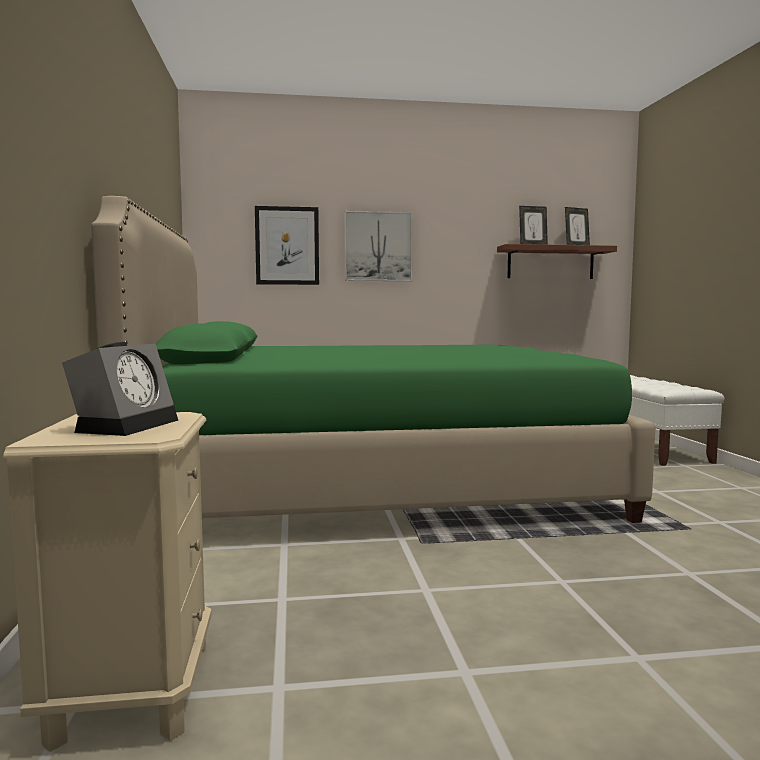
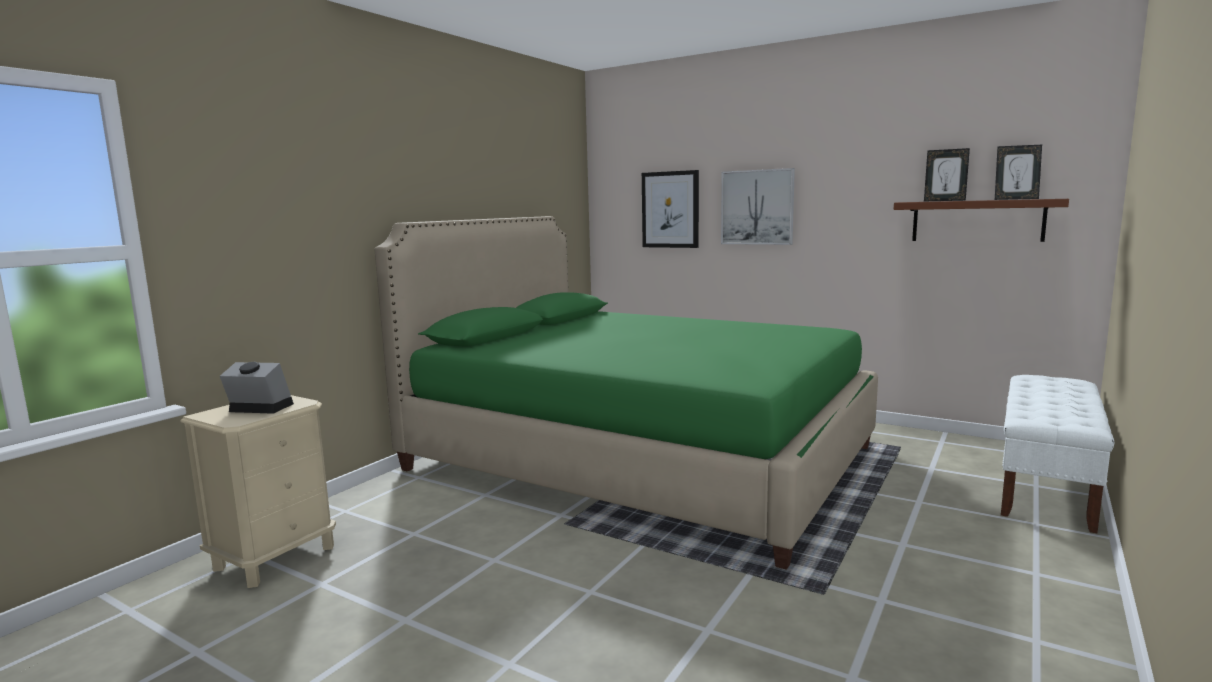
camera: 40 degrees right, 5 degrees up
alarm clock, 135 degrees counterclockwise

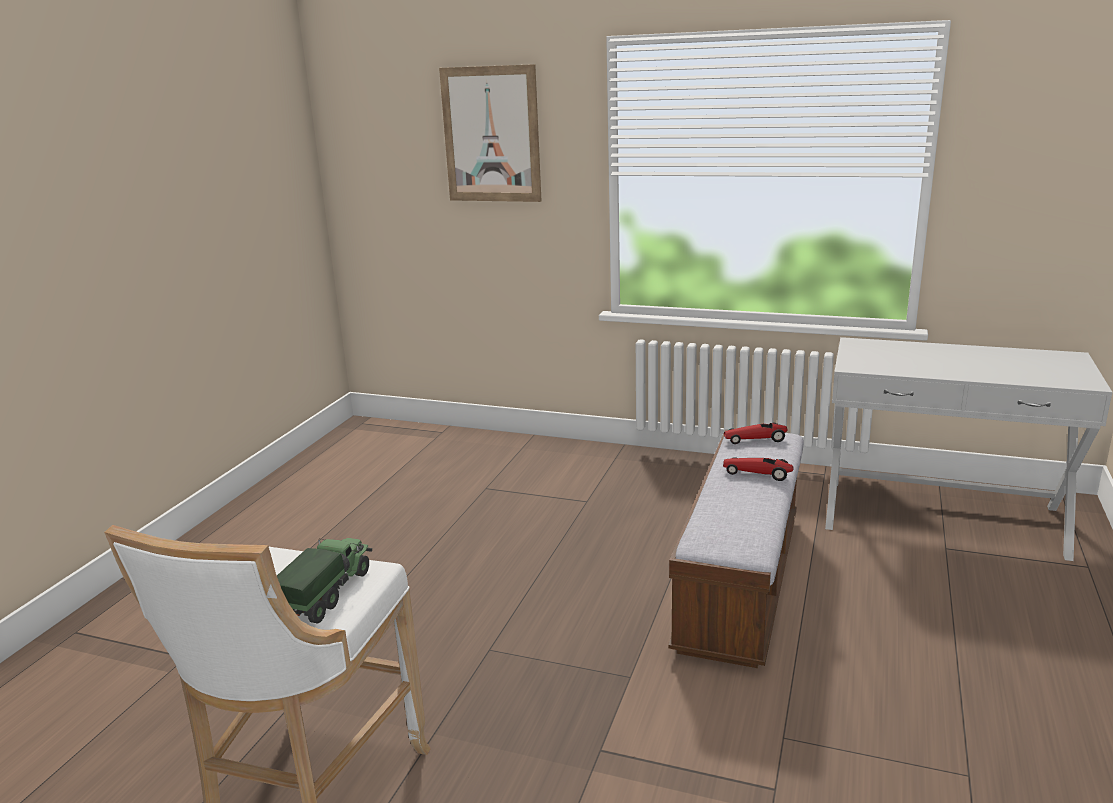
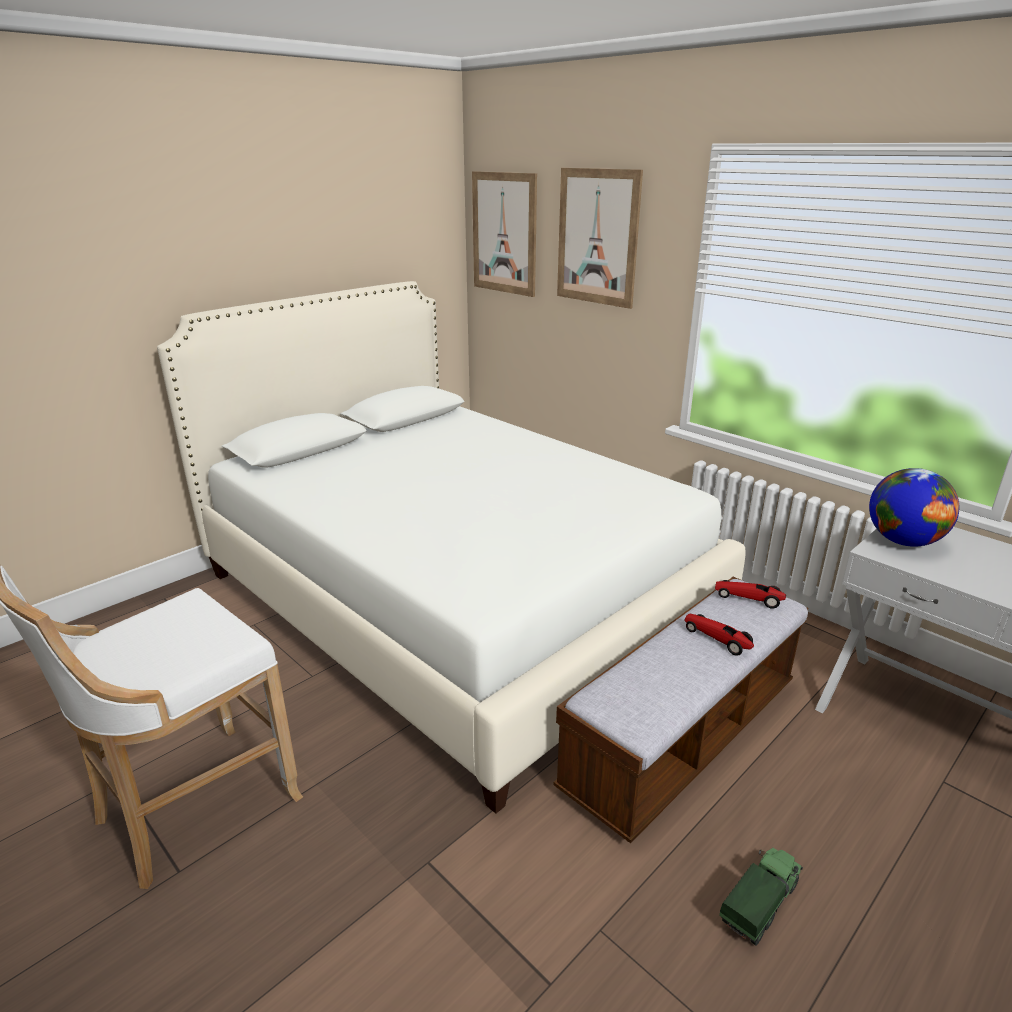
camera: 25 degrees right, 5 degrees up
toy lorry, relocated
nothing => whitish bed
nothing => wall art (no. 1 from left)
nothing => desk globe

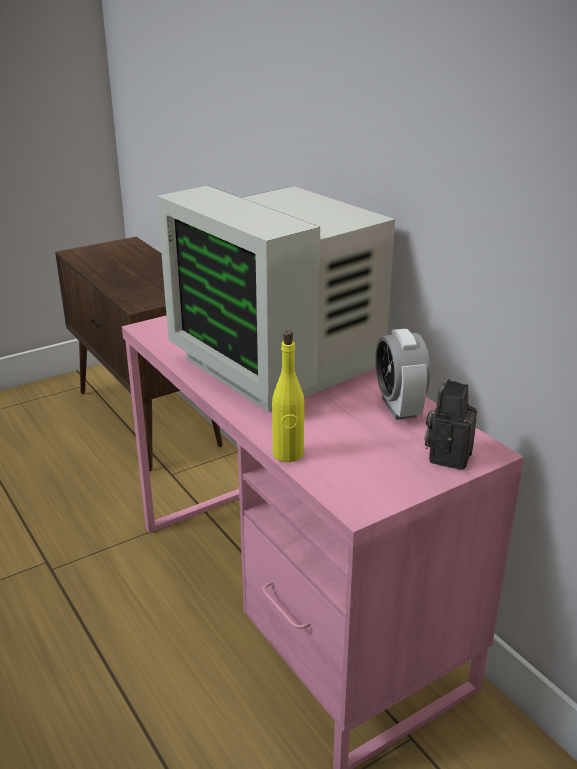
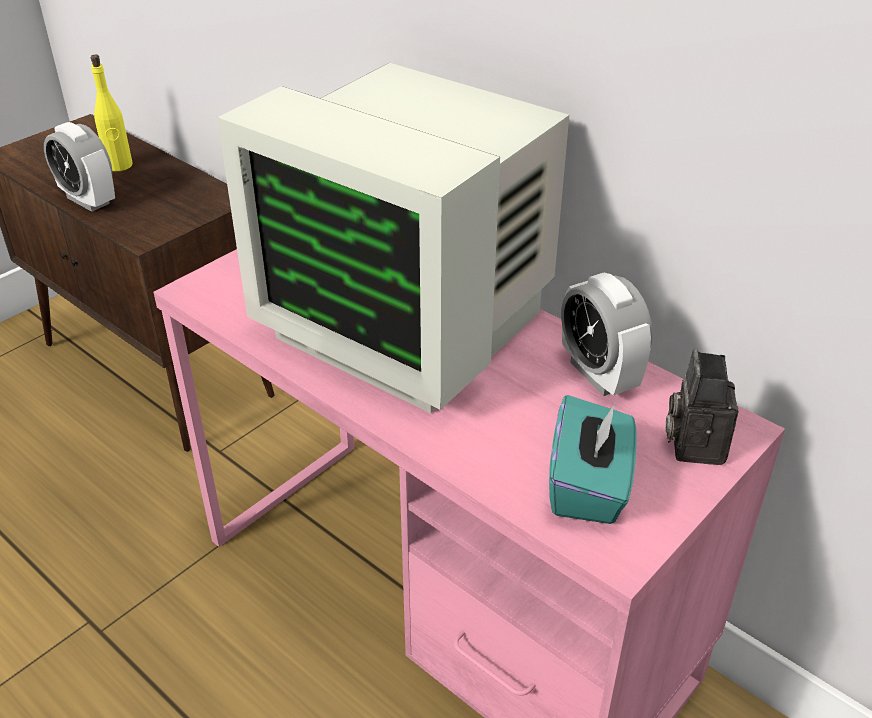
camera: 15 degrees left, 10 degrees up
yellowish bottle, relocated
nothing => alarm clock (no. 1 from left)
nothing => turquoise box of tissues

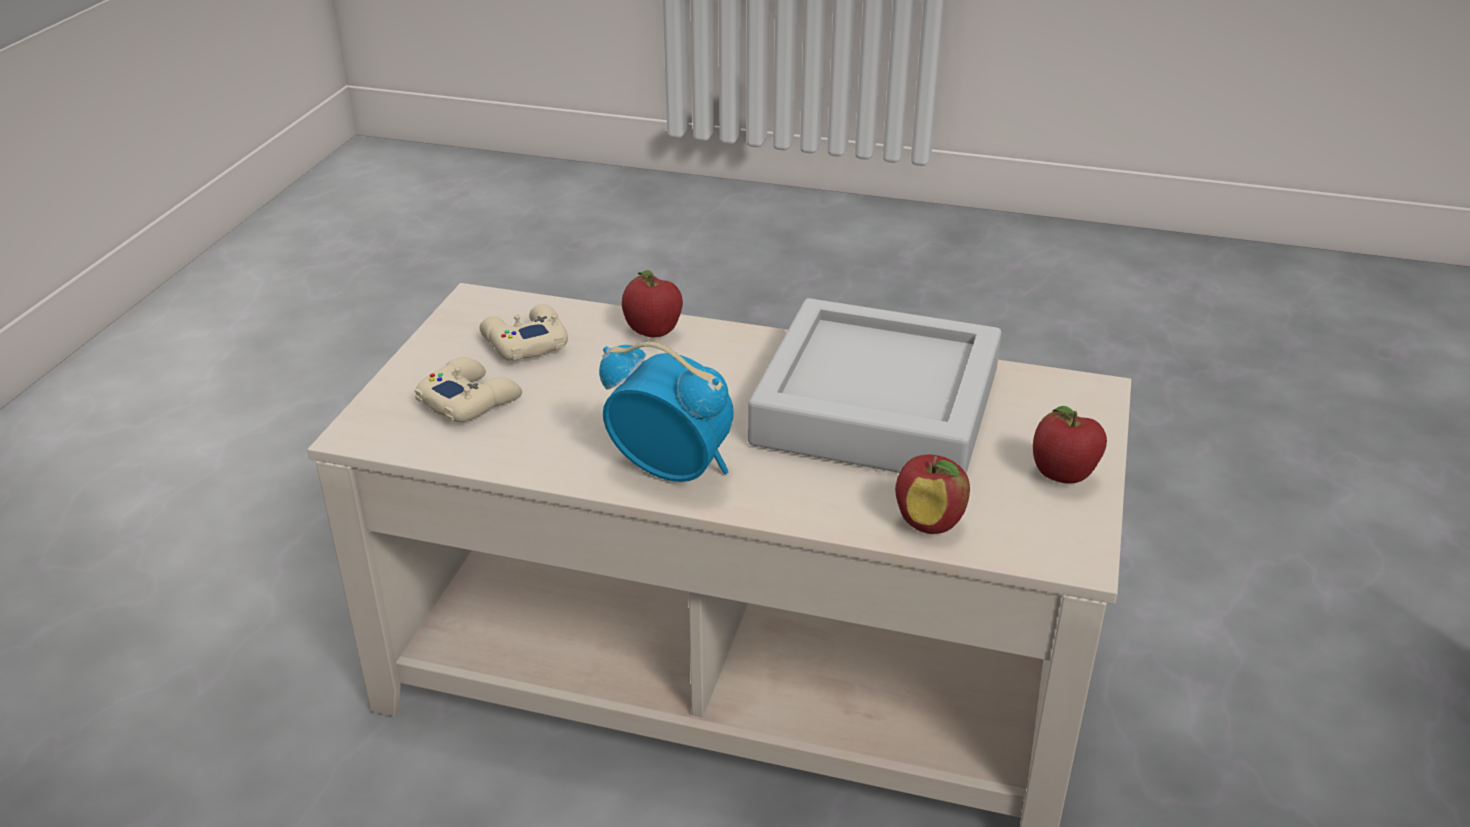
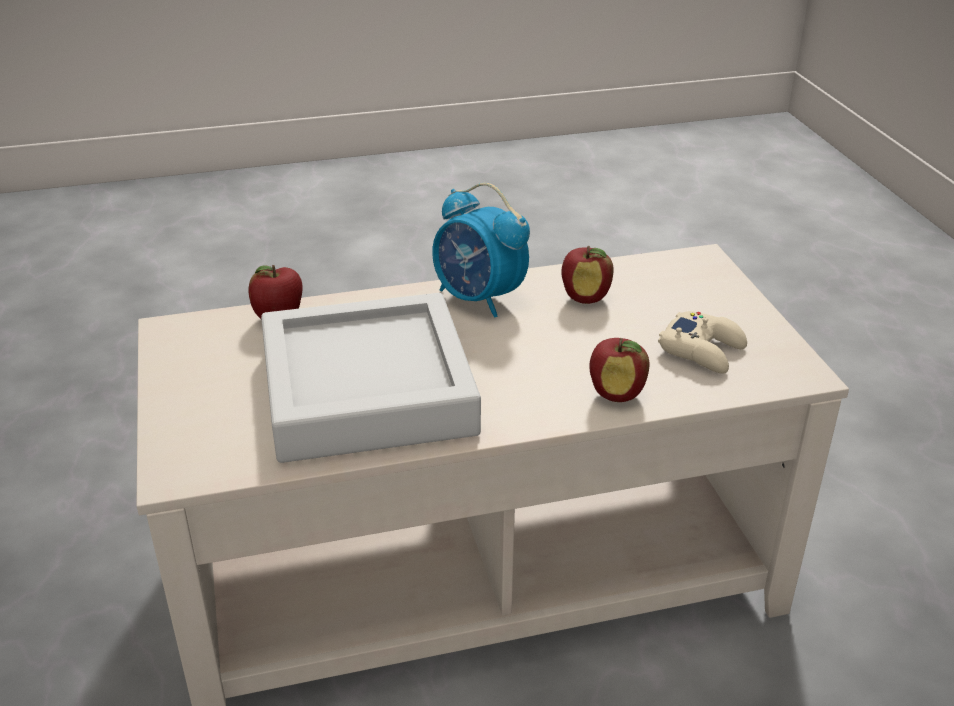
camera: 150 degrees right, 0 degrees up
sand-coloured gamepad (no. 1 from left) => nothing
alarm clock, 45 degrees clockwise
apple fruit (no. 3 from left in the first image) => apple fruit (no. 2 from left), relocated

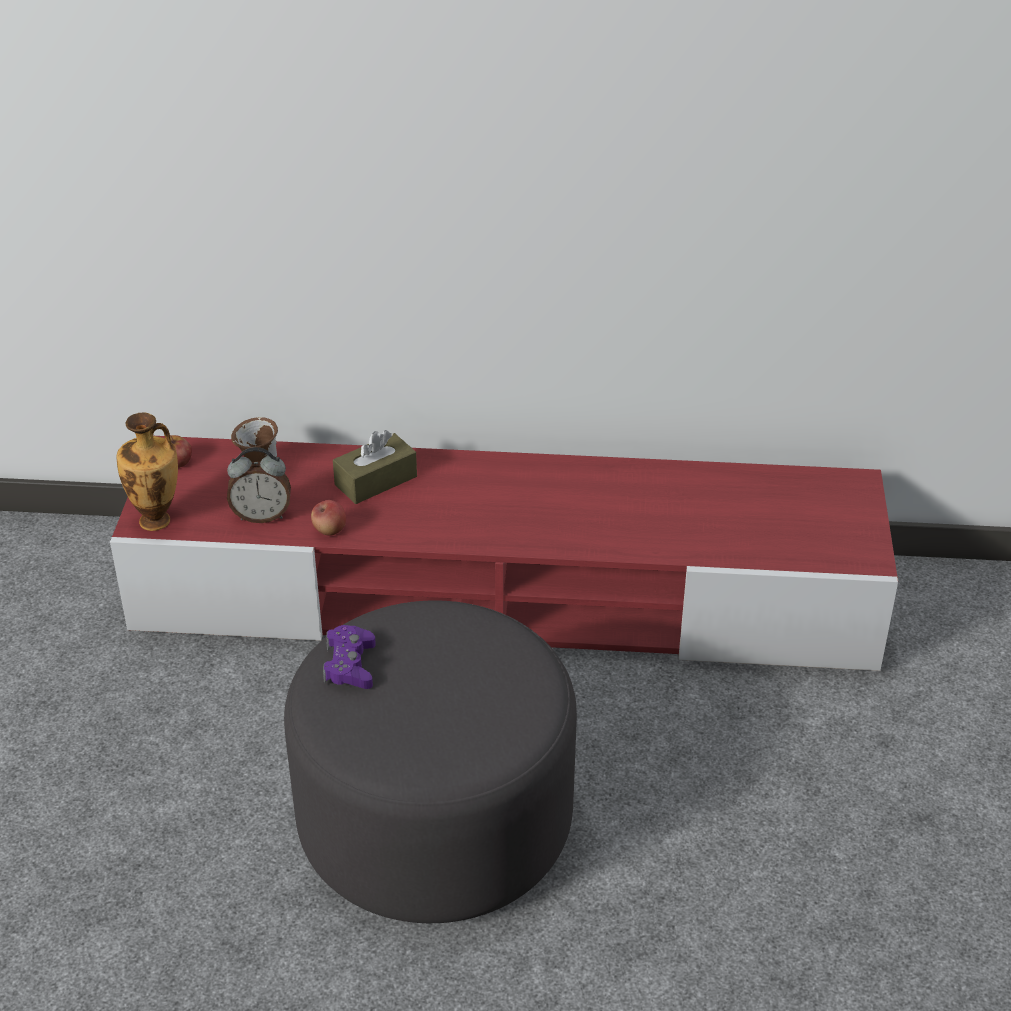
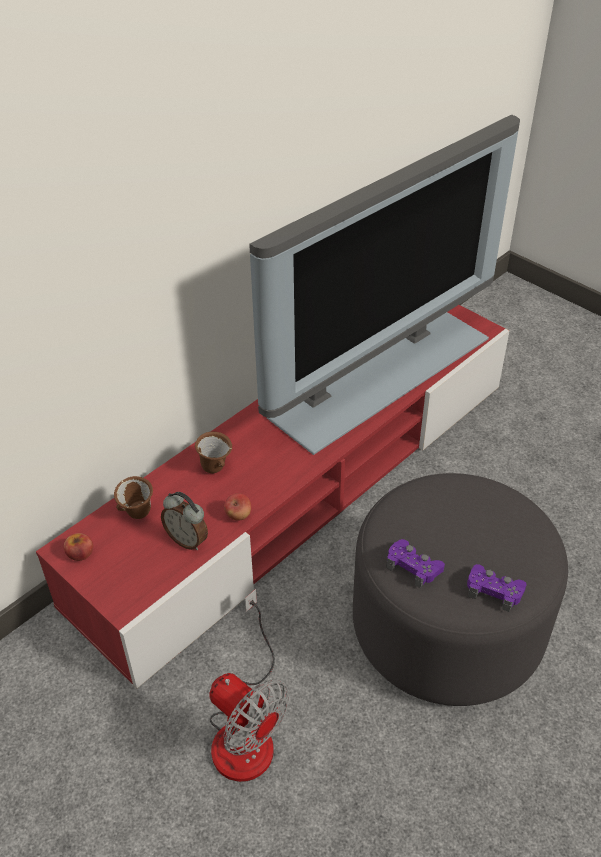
camera: 50 degrees left, 5 degrees up
flower vase => nothing
alarm clock, 90 degrees clockwise
brown-coloured box of tissues => brown-coloured coffee mug (no. 2 from left)
nothing => electric fan
nothing => TV set
nothing => purplish gamepad (no. 2 from left)

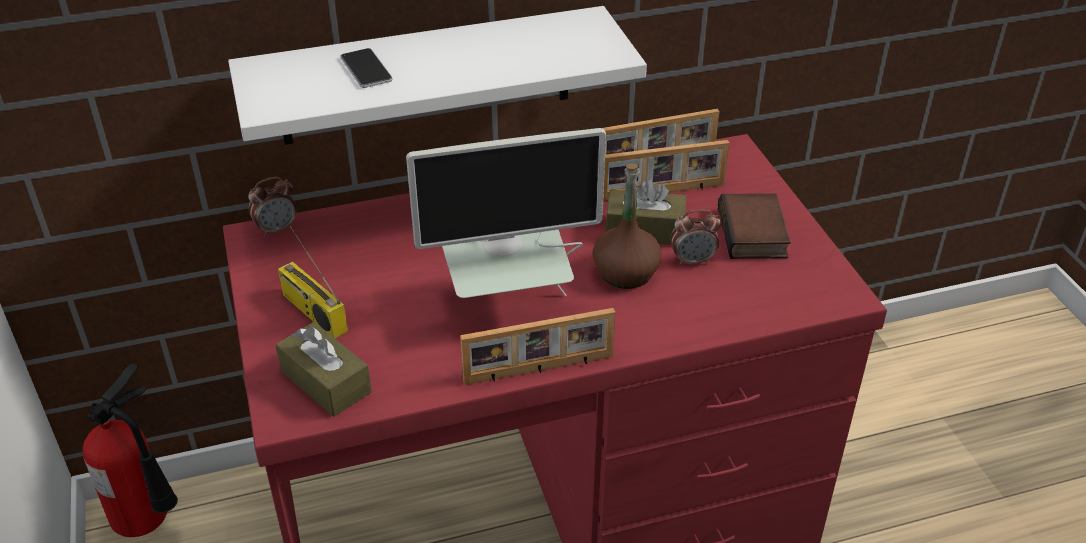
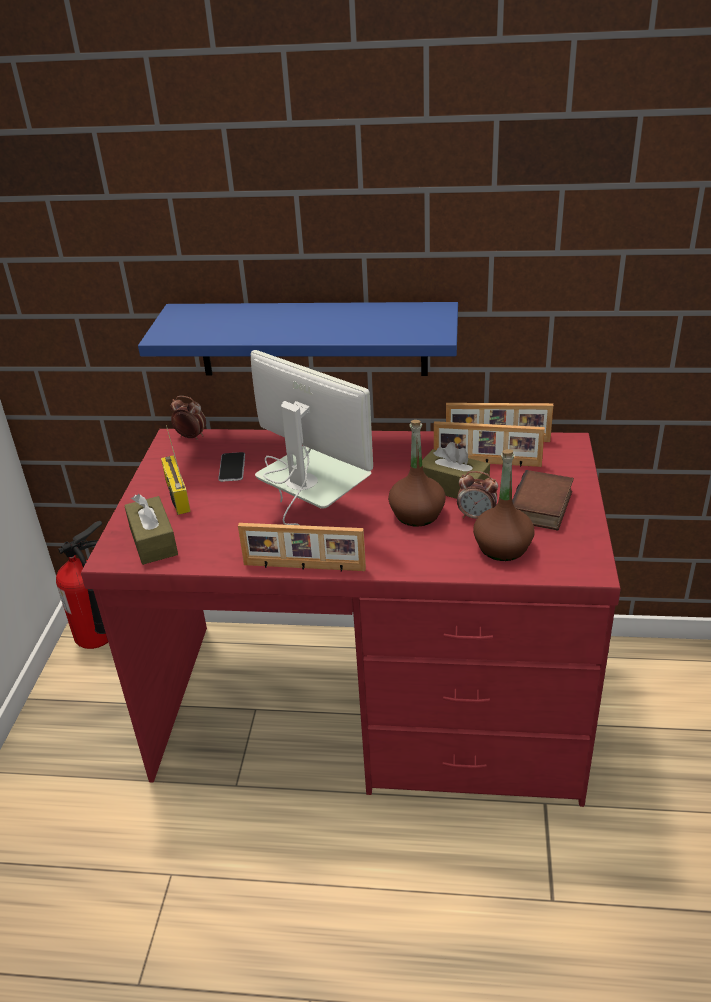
camera: 25 degrees right, 5 degrees down
whitish bracket shelf => blue-coloured bracket shelf
alarm clock (no. 1 from left), 150 degrees counterclockwise
handset, relocated
monitor, 150 degrees counterclockwise
nothing => brown-coloured bottle (no. 2 from left)

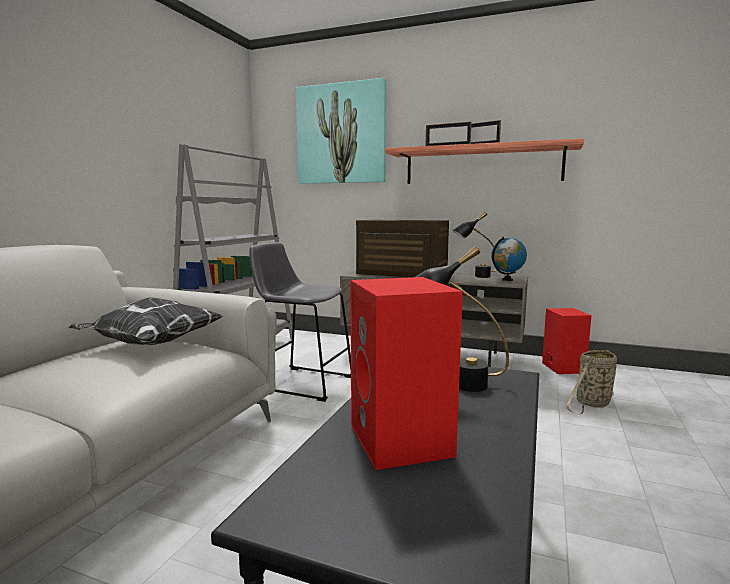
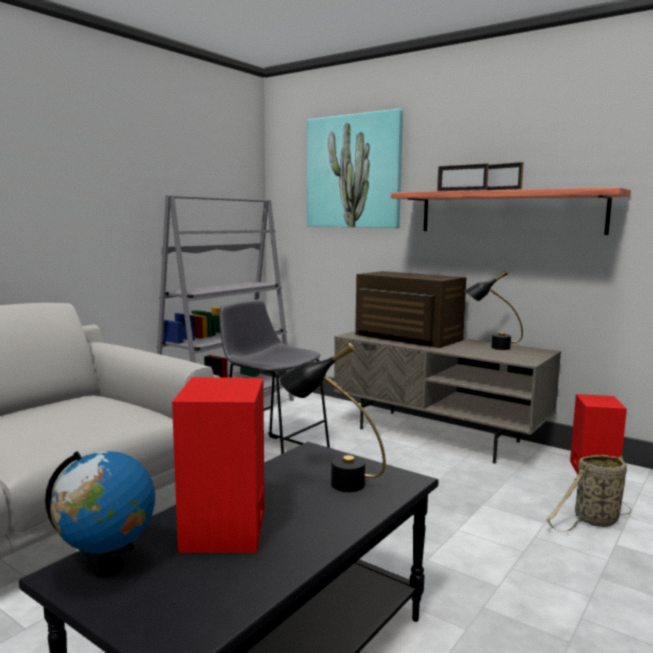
camera: 15 degrees right, 0 degrees up
throw pillow => nothing
desk globe, relocated

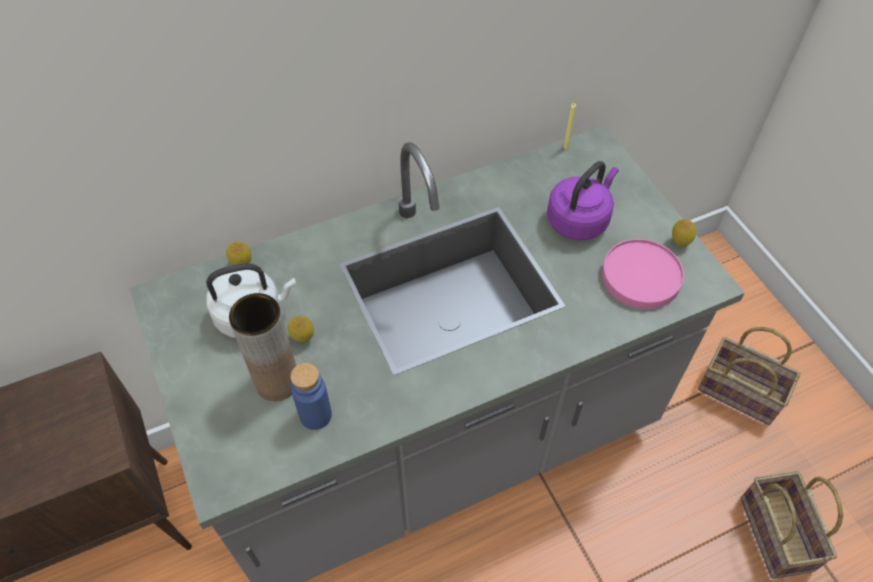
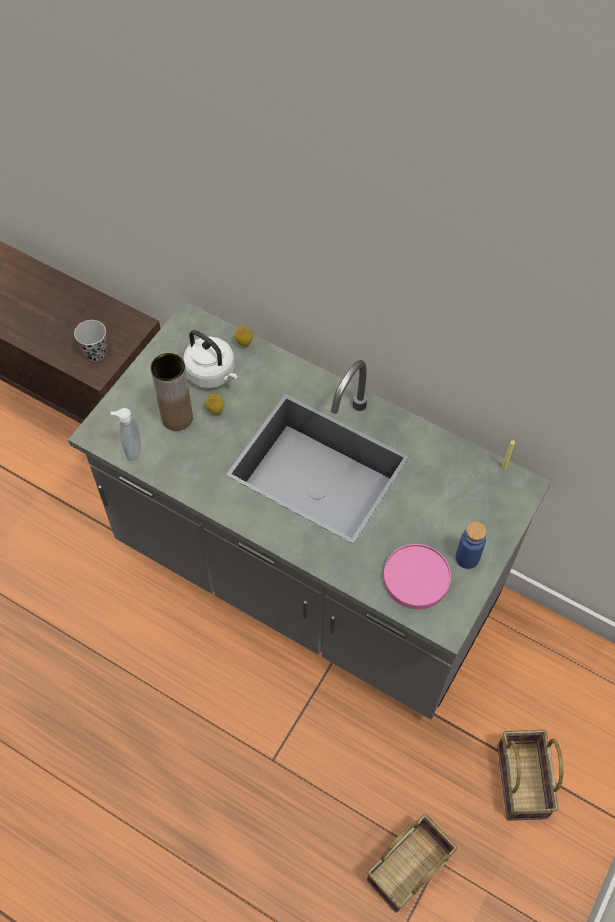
camera: 55 degrees right, 5 degrees up
blue-coloured bottle, relocated
purplish tea kettle => nothing
lemon (no. 3 from left) => nothing
nothing => black-coloured drinking cup
nothing => soap dispenser

